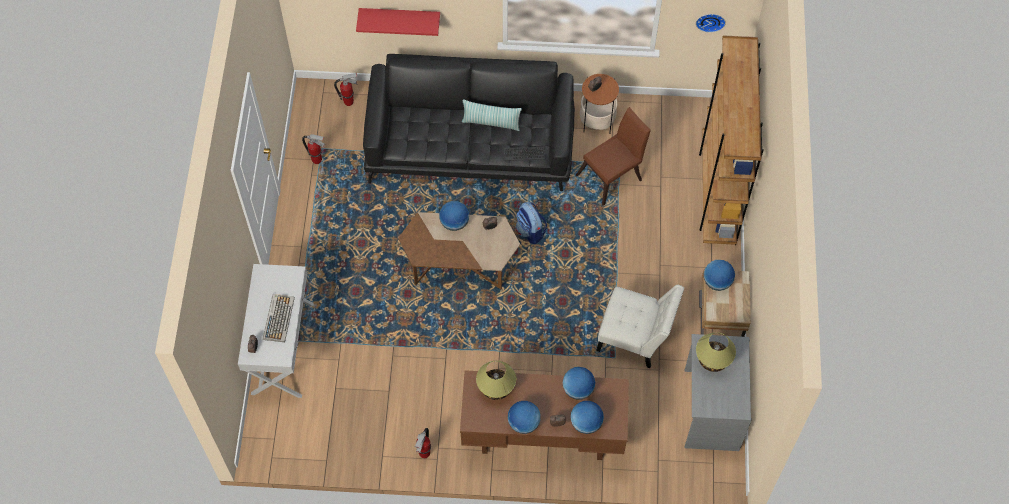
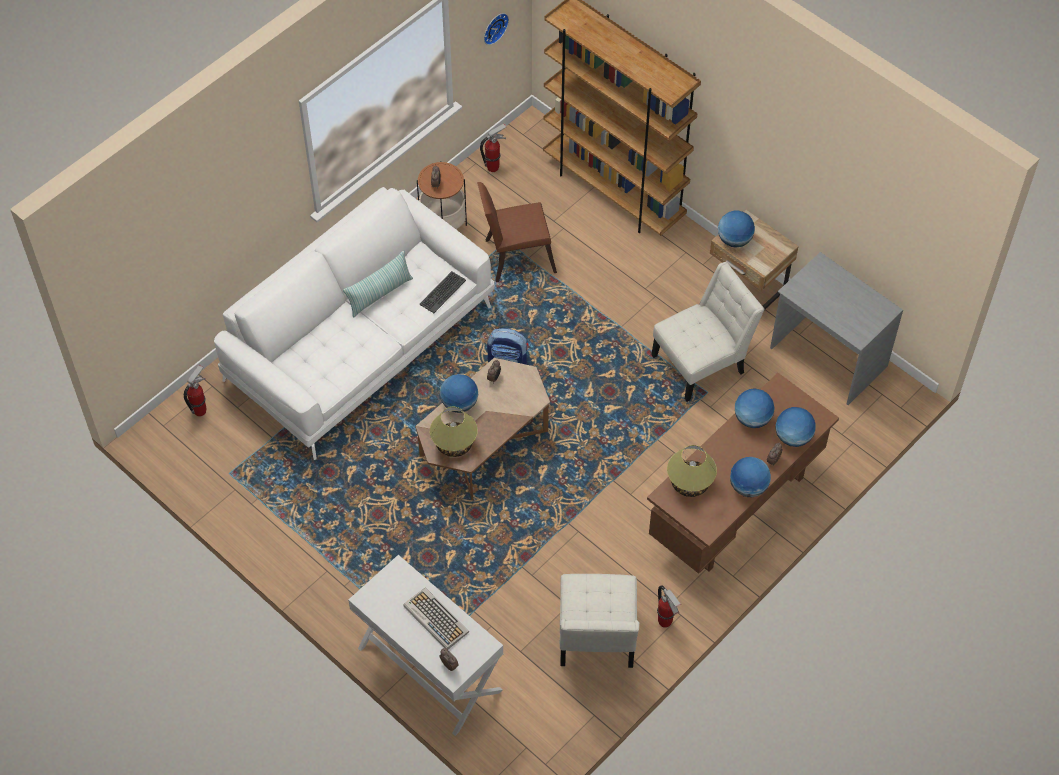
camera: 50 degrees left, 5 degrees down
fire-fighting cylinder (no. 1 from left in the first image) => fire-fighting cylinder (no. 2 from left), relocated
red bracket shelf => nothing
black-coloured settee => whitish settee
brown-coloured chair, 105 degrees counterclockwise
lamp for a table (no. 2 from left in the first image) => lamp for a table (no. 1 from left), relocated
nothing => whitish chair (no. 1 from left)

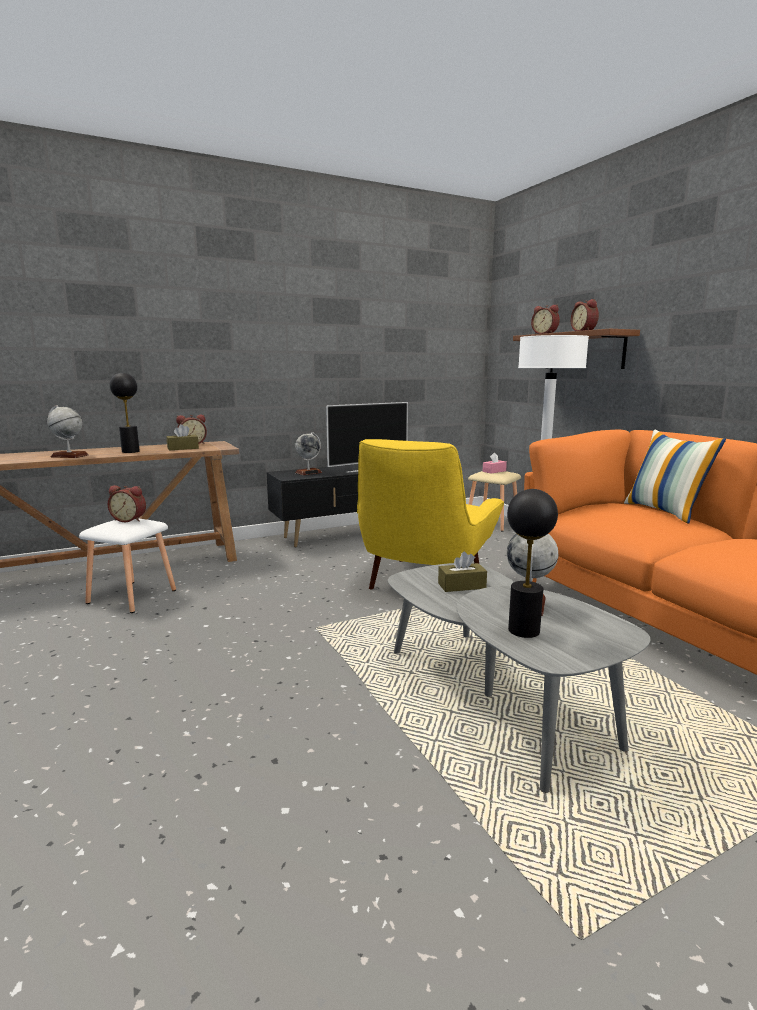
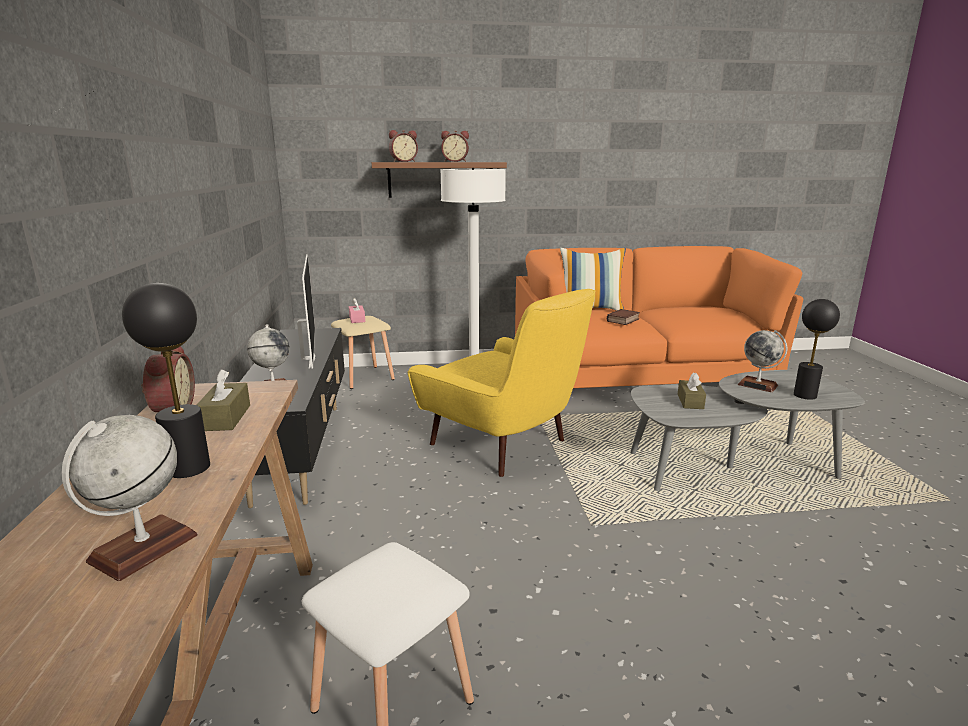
camera: 70 degrees left, 5 degrees up
alarm clock (no. 1 from left) => nothing
nothing => book

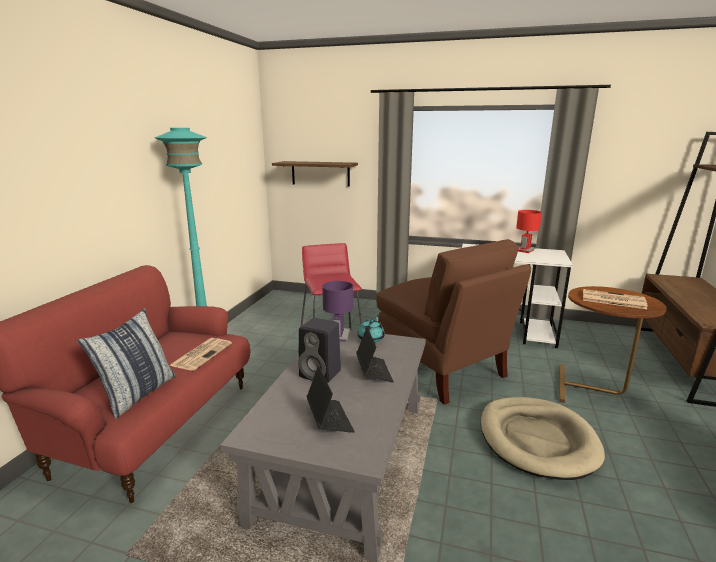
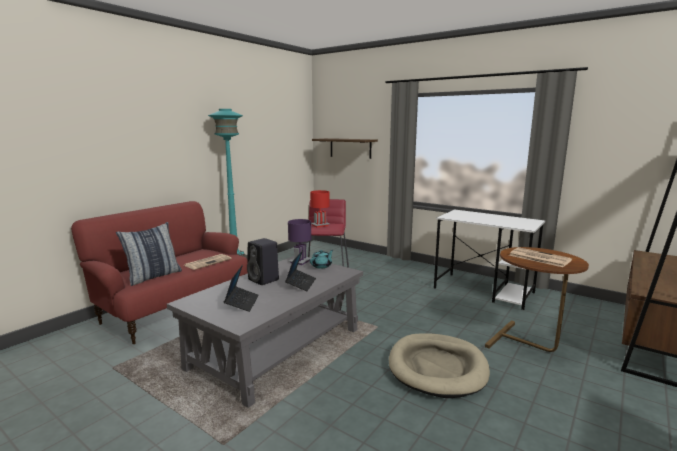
camera: 20 degrees right, 5 degrees down
brown-coloured chair => nothing
red lamp for a table, relocated

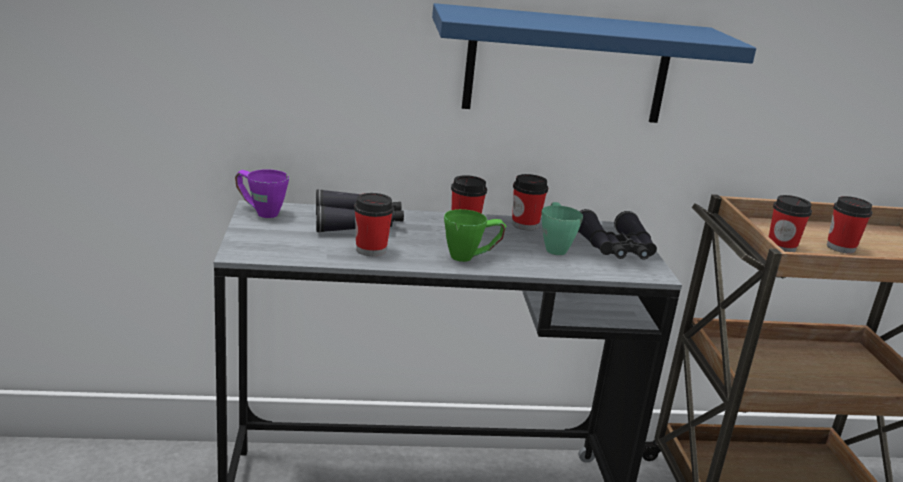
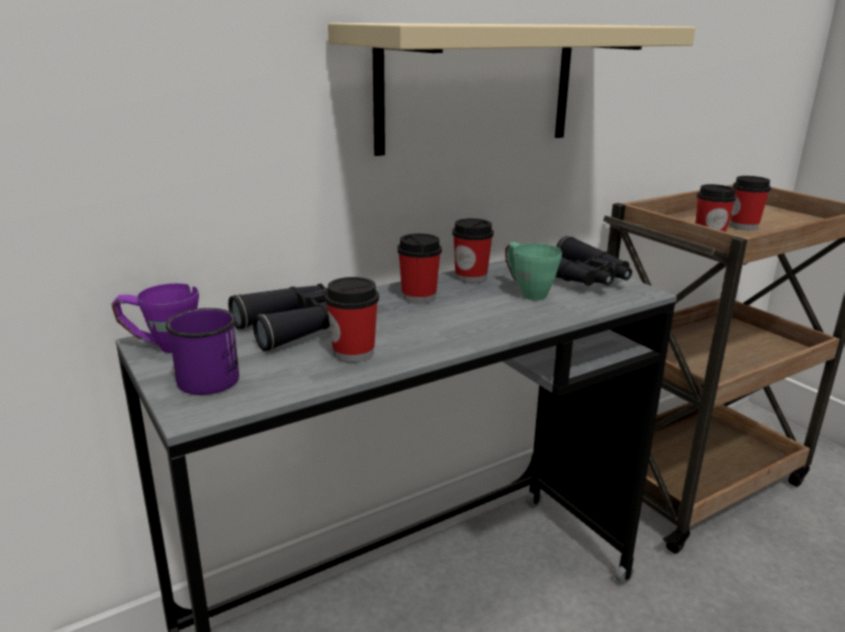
camera: 25 degrees left, 0 degrees up
blue-coloured bracket shelf => sand-coloured bracket shelf
green coffee mug (no. 1 from left) => nothing
nothing => purplish coffee mug (no. 2 from left)

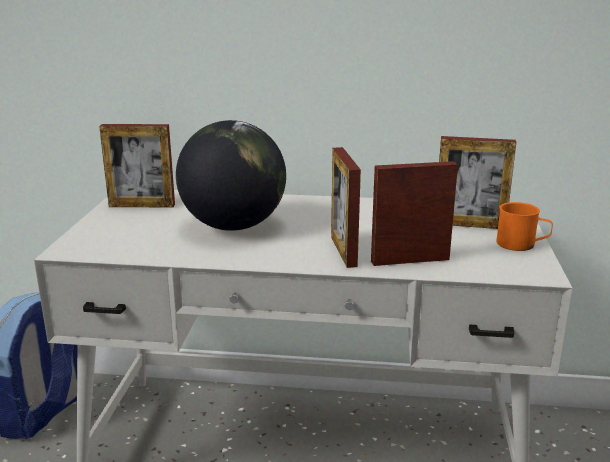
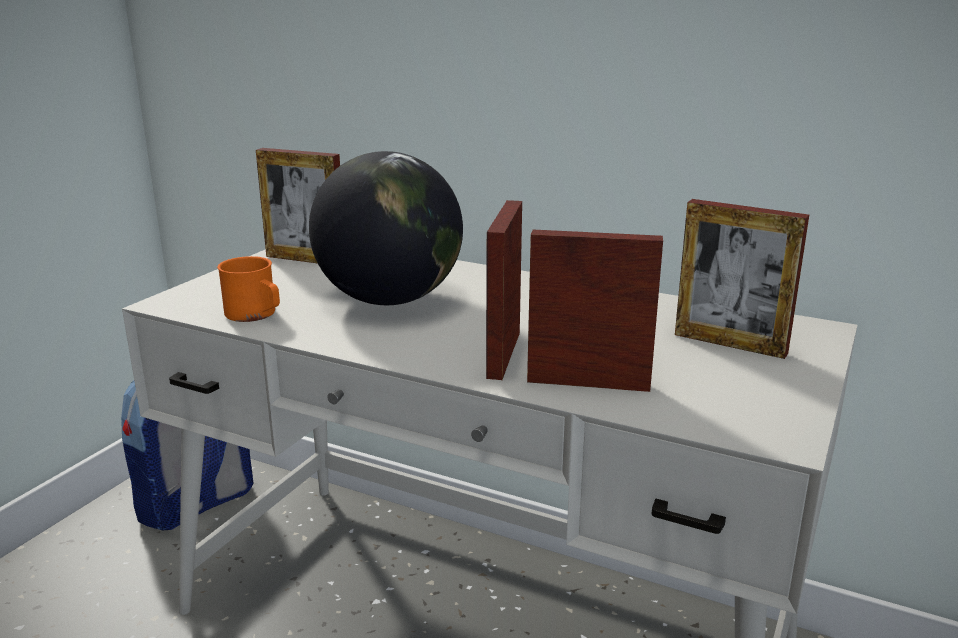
camera: 20 degrees right, 0 degrees up
orange coffee mug, relocated

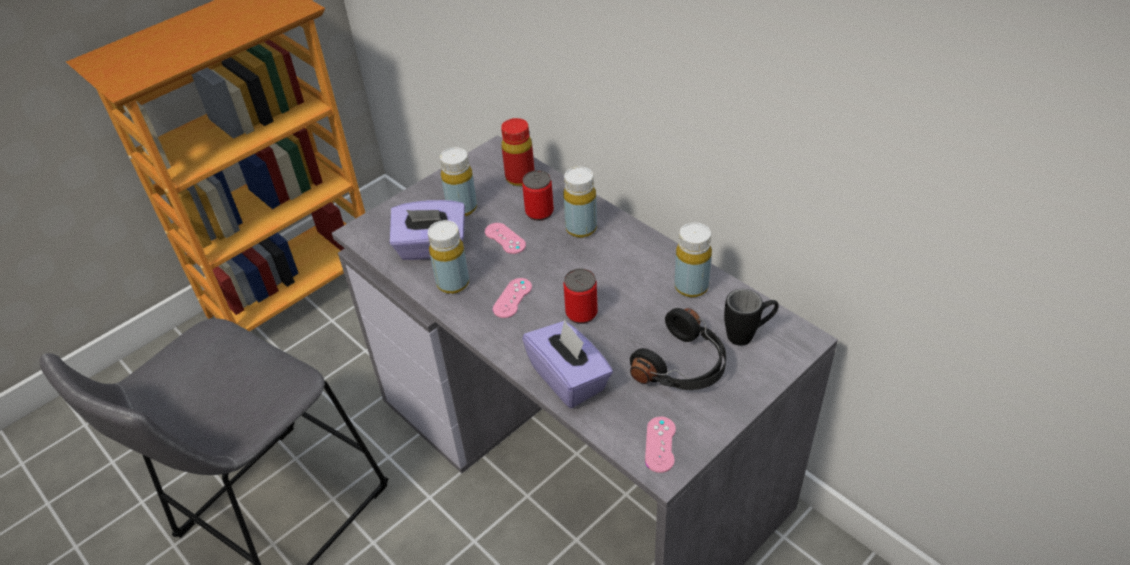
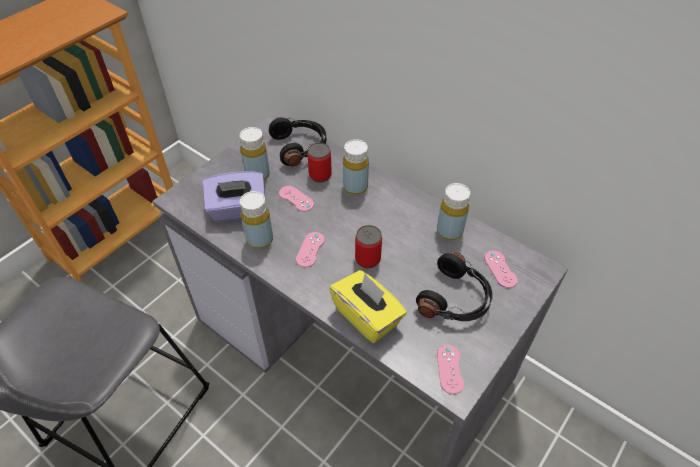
camera: 10 degrees left, 5 degrees up
red bottle => black-coloured headset (no. 1 from left)
purplish box of tissues (no. 2 from left) => yellowish box of tissues
black-coloured coffee mug => pinkish gamepad (no. 4 from left)

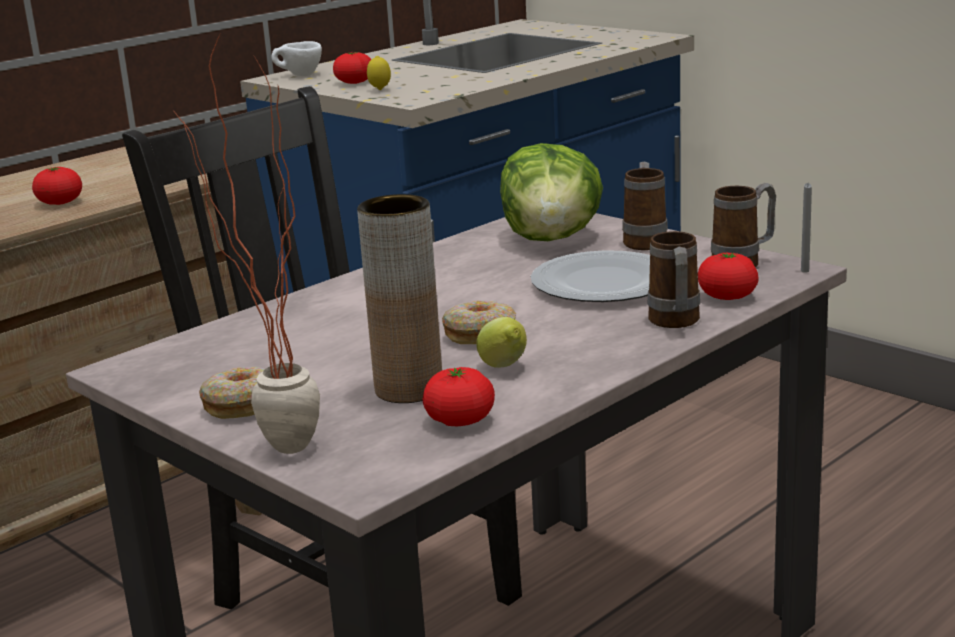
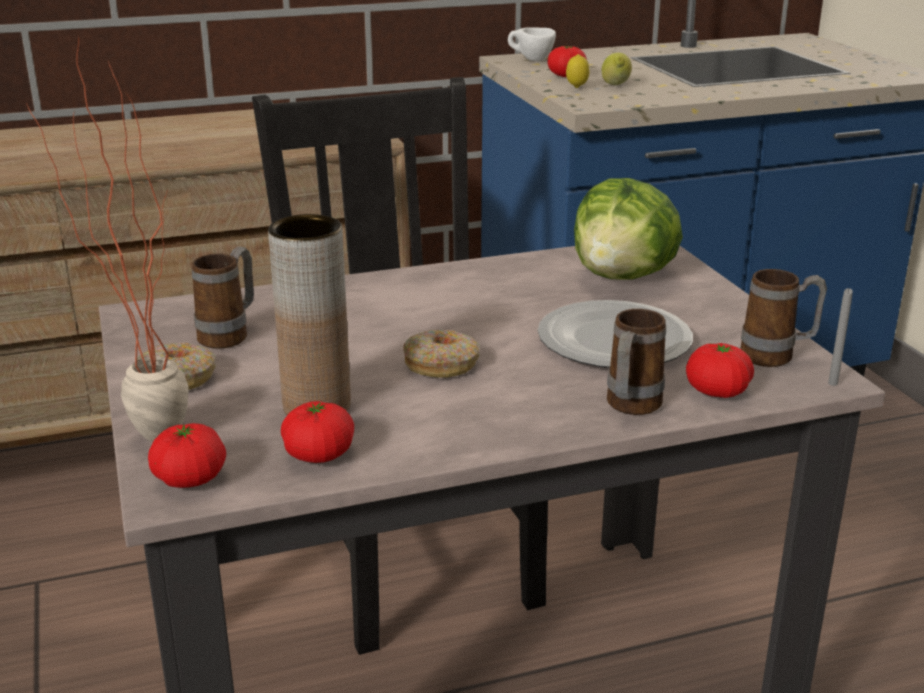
camera: 25 degrees right, 5 degrees up
whole tomato (no. 1 from left), relocated
lemon (no. 2 from left), relocated
coffee mug (no. 1 from left), relocated

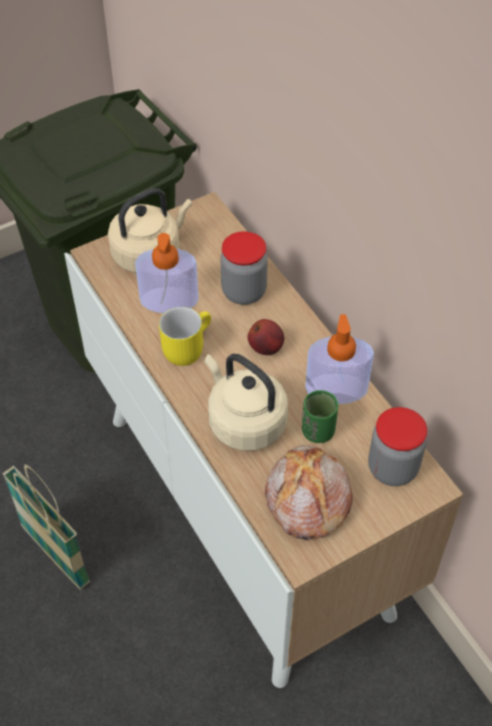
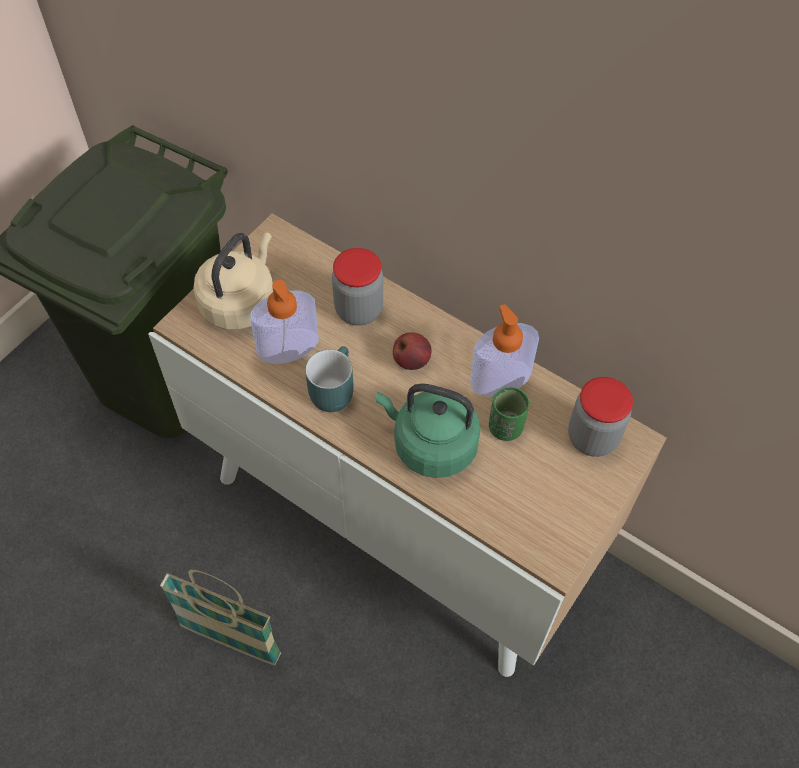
camera: 25 degrees left, 5 degrees up
yellowish coffee mug => turquoise coffee mug
sand-coloured tea kettle (no. 2 from left) => green tea kettle
bakery bread => nothing

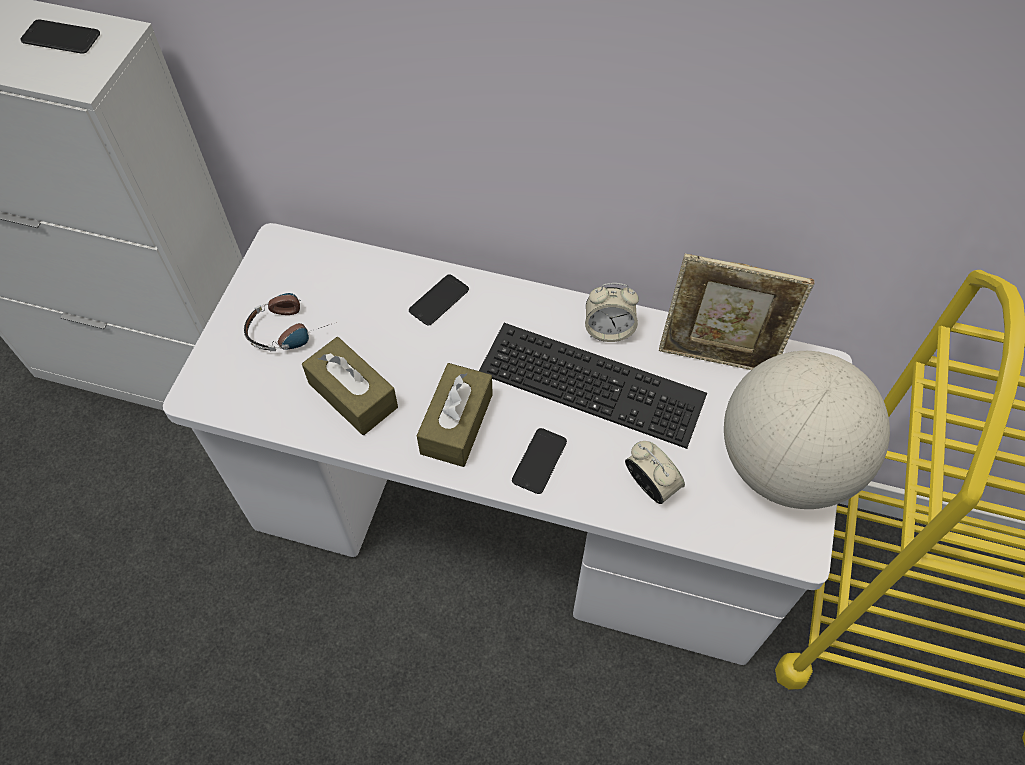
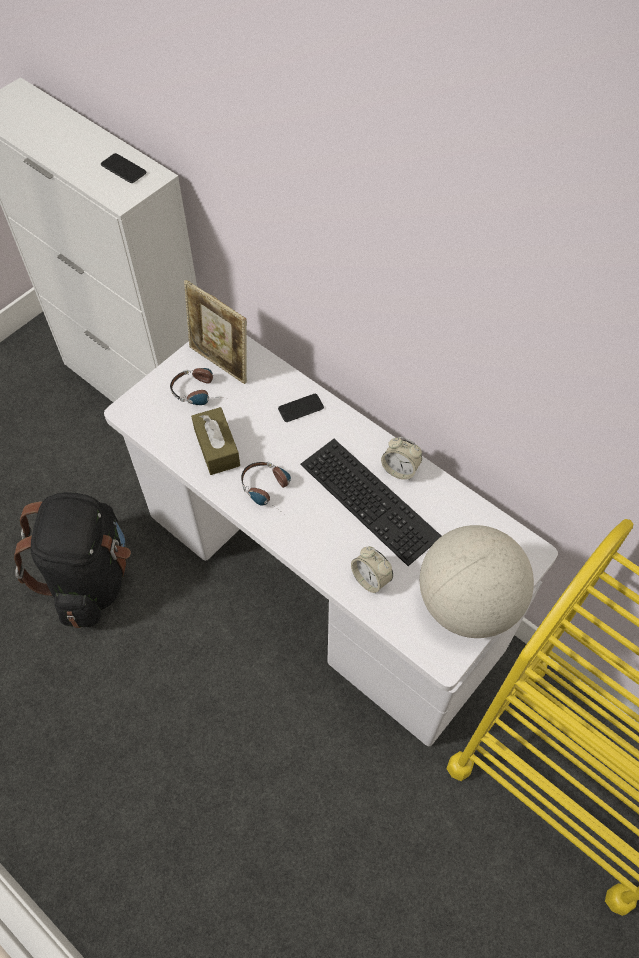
camera: 25 degrees right, 0 degrees up
brown-coloured box of tissues (no. 2 from left) => headset (no. 2 from left)
handset (no. 3 from left) => nothing
alarm clock (no. 2 from left in the first image) => alarm clock (no. 1 from left), 150 degrees clockwise
standing frame, relocated
nothing => black-coloured rucksack

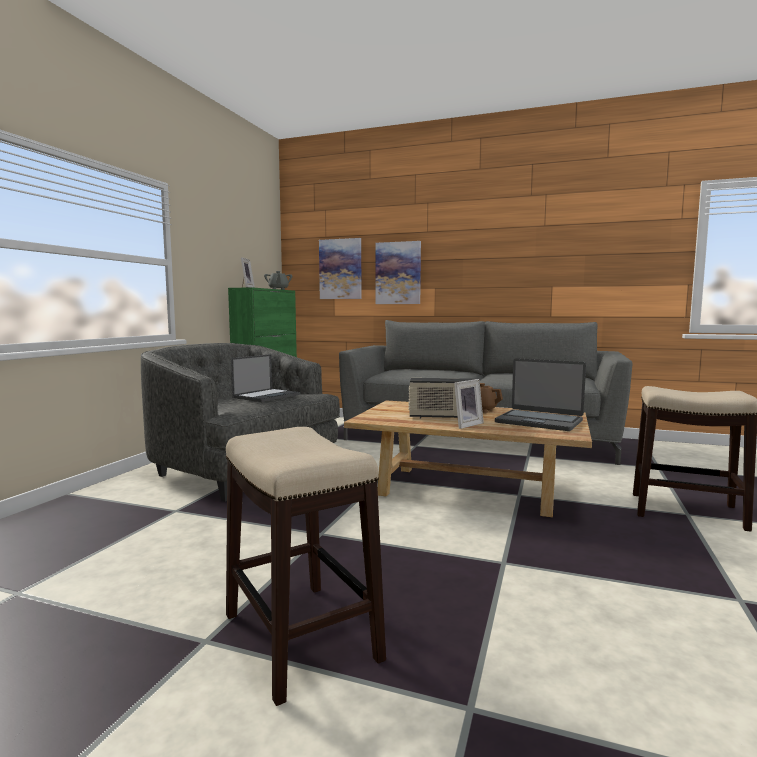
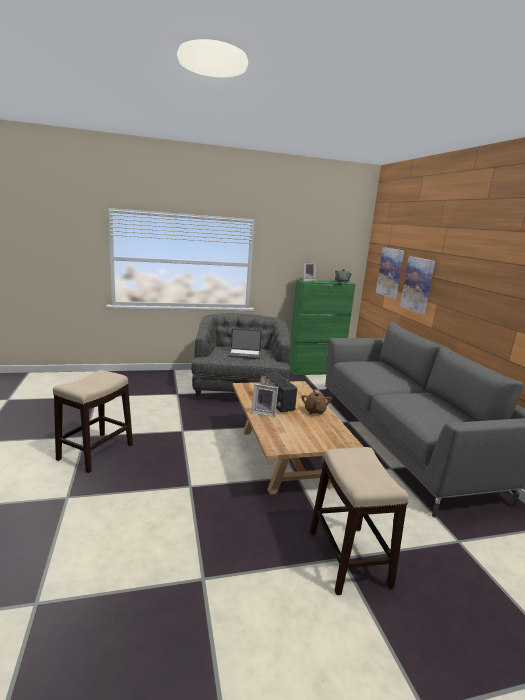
camera: 55 degrees right, 10 degrees up
laptop (no. 2 from left) => nothing

